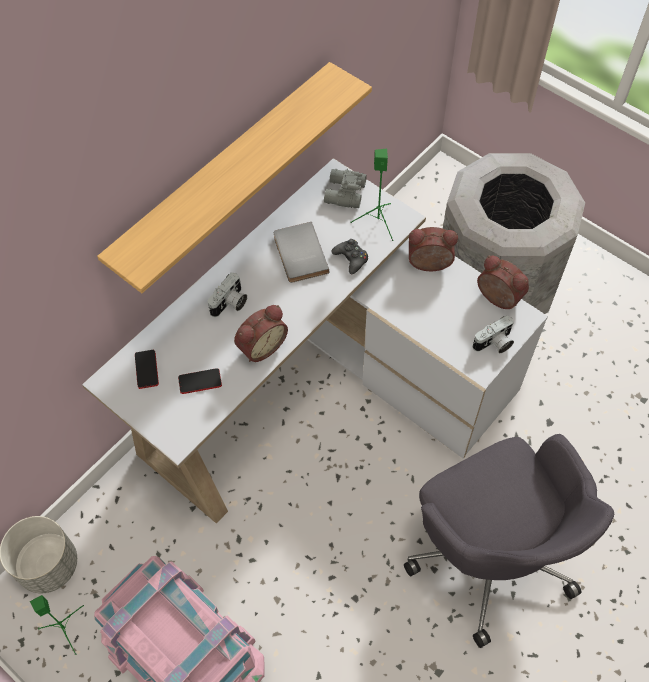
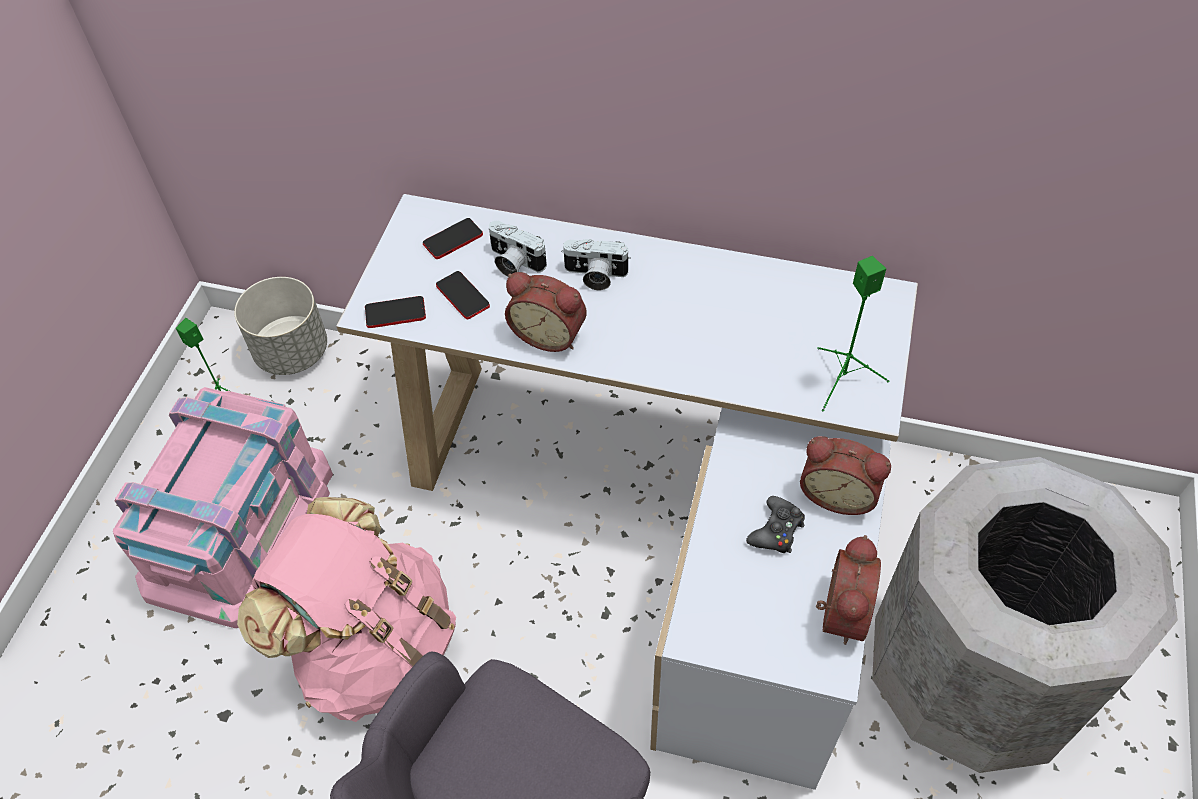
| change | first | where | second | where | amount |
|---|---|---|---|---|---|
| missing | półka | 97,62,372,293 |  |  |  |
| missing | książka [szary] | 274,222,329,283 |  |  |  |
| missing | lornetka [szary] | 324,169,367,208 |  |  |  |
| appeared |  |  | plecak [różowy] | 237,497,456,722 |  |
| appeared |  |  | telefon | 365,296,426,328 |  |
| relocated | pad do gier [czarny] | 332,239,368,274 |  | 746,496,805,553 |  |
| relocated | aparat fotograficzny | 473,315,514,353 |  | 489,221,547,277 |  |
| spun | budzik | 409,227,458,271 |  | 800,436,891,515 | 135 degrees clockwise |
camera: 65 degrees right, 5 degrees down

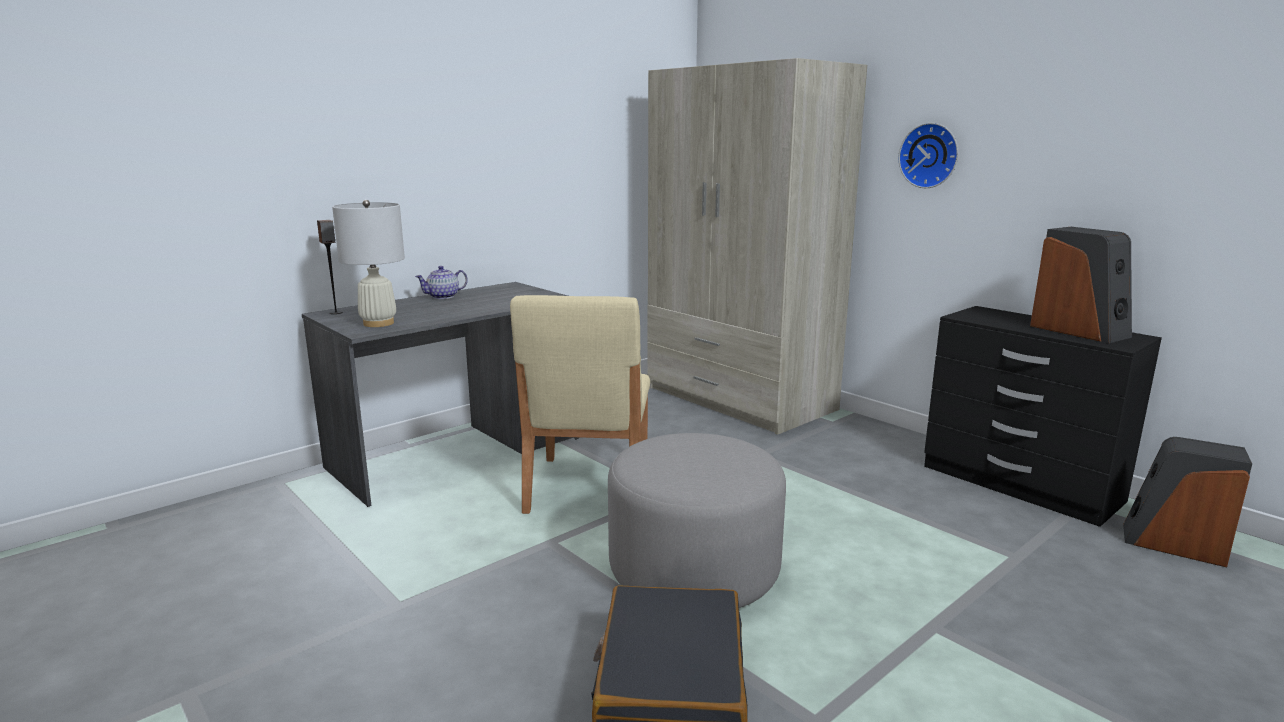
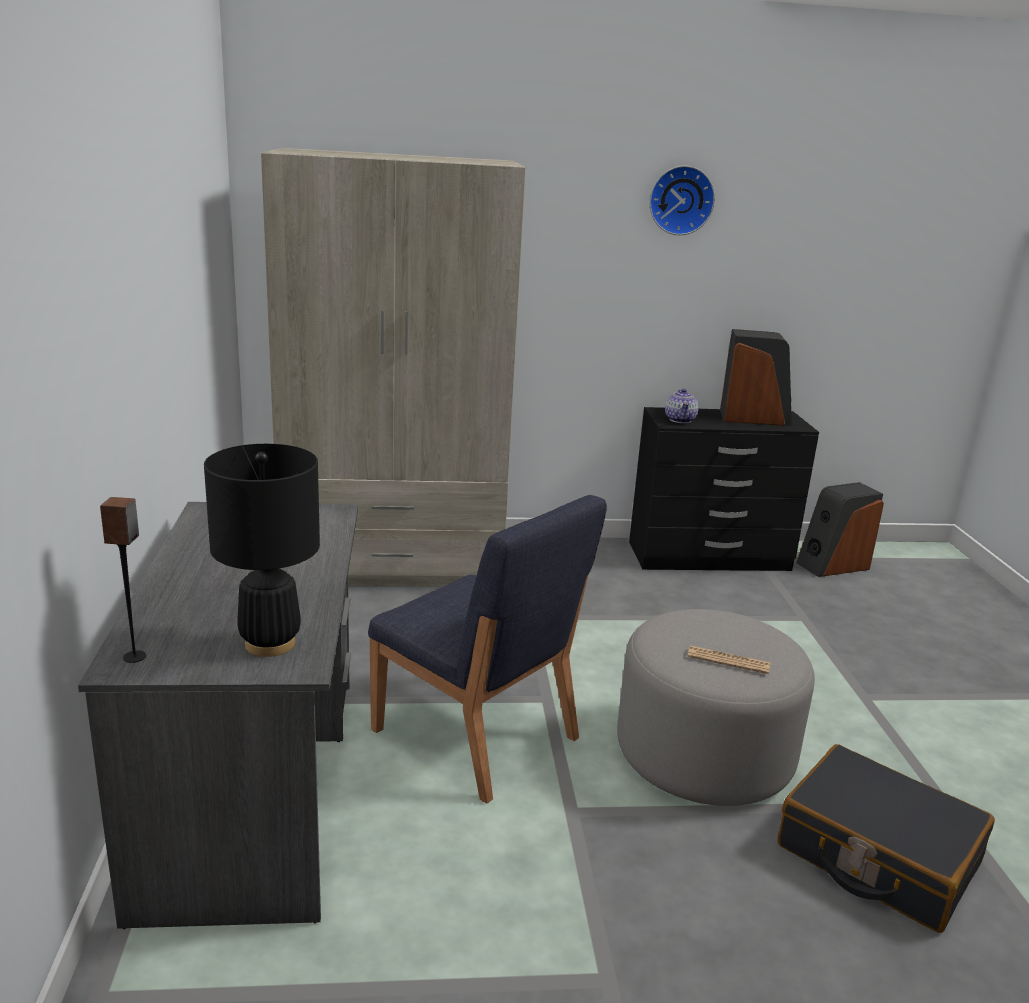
| change | first | where | second | where | amount |
|---|---|---|---|---|---|
| appeared |  |  | gazeta | 687,646,770,674 |  |
| relocated | imbryk | 415,266,468,299 |  | 665,389,699,423 |  |
| relocated | zegar ścienny | 898,123,958,188 |  | 649,165,715,235 |  |
| colour | lampa stołowa [biały] | 332,200,405,327 | lampa stołowa [czarny] | 204,444,320,657 |  |
| colour | krzesło [beżowy] | 510,295,650,514 | krzesło [niebieski] | 368,495,607,804 |  |
camera: 55 degrees left, 5 degrees up

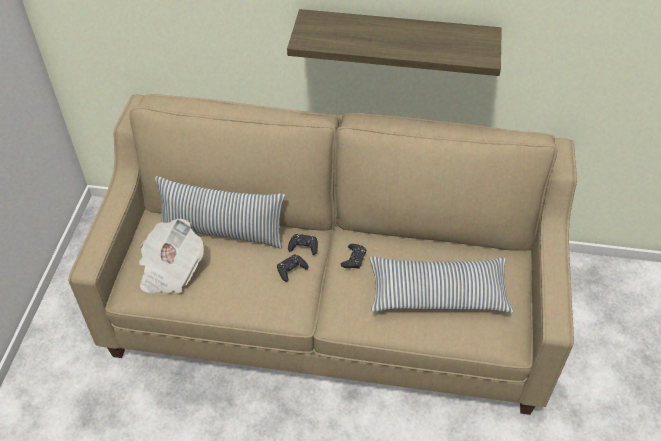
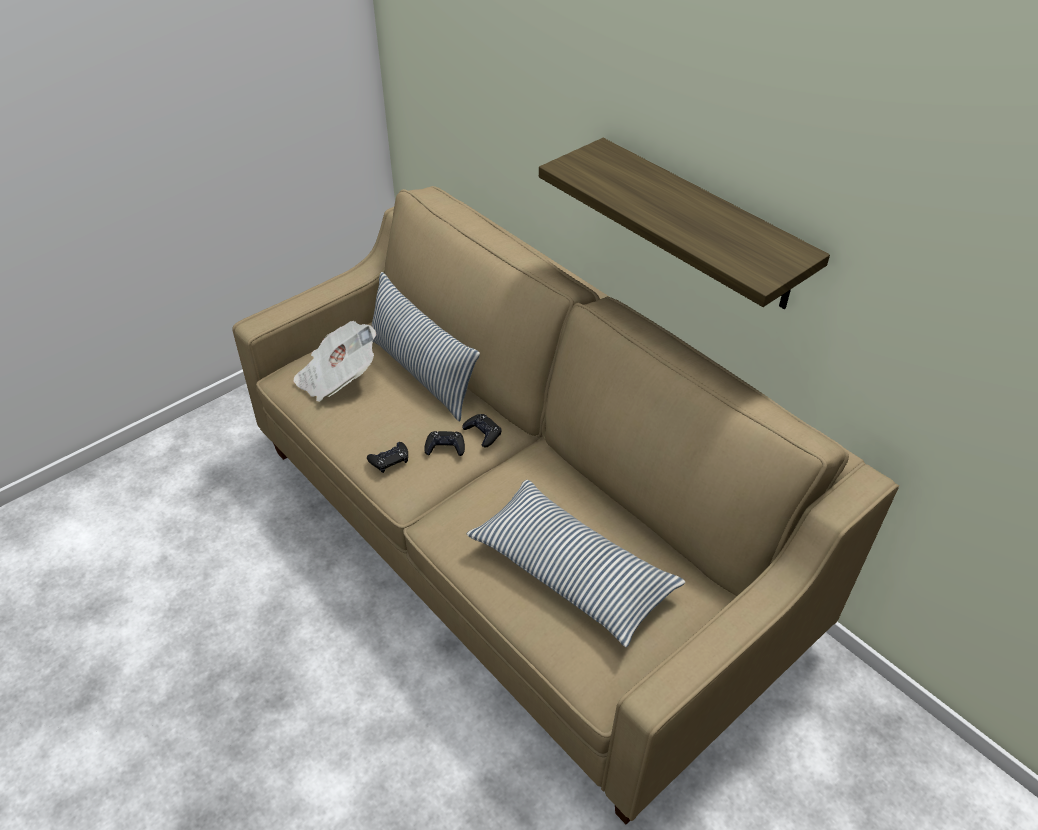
| change | first | where | second | where | amount |
|---|---|---|---|---|---|
| relocated | pad do gier [czarny] | 341,244,366,269 |  | 367,442,408,473 |  |
camera: 40 degrees right, 5 degrees down

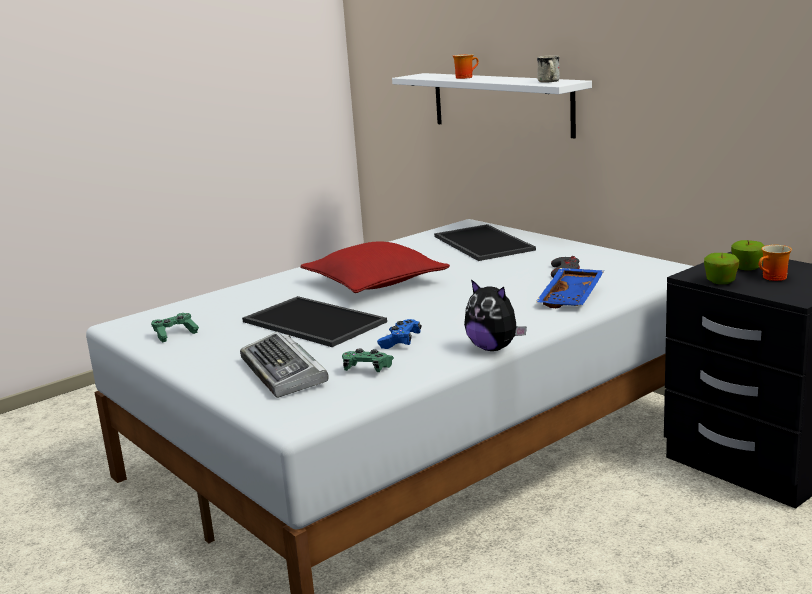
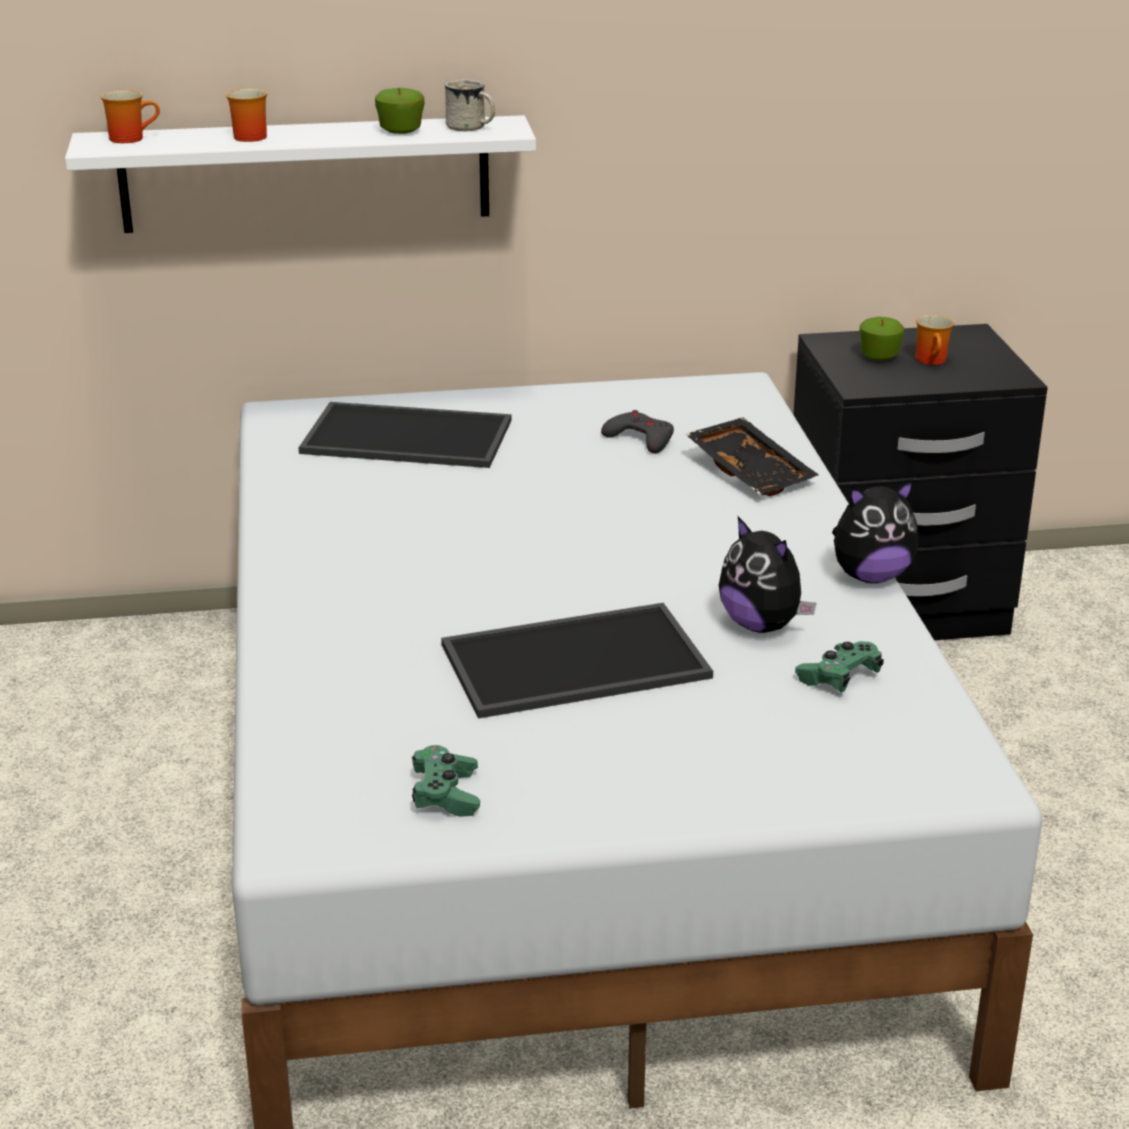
| change | first | where | second | where | amount |
|---|---|---|---|---|---|
| missing | klawiatura | 240,332,329,398 |  |  |  |
| missing | poduszka [czerwony] | 300,242,450,293 |  |  |  |
| appeared |  |  | kubek | 100,90,160,143 |  |
| relocated | jabłko | 704,253,739,284 |  | 375,88,424,134 |  |
| exchanged | pad do gier [niebieski] | 377,319,421,349 | pluszak | 719,517,816,633 |  |
| colour | taca [niebieski] | 536,268,604,308 | taca [czarny] | 685,417,819,496 |  |
camera: 60 degrees left, 10 degrees up

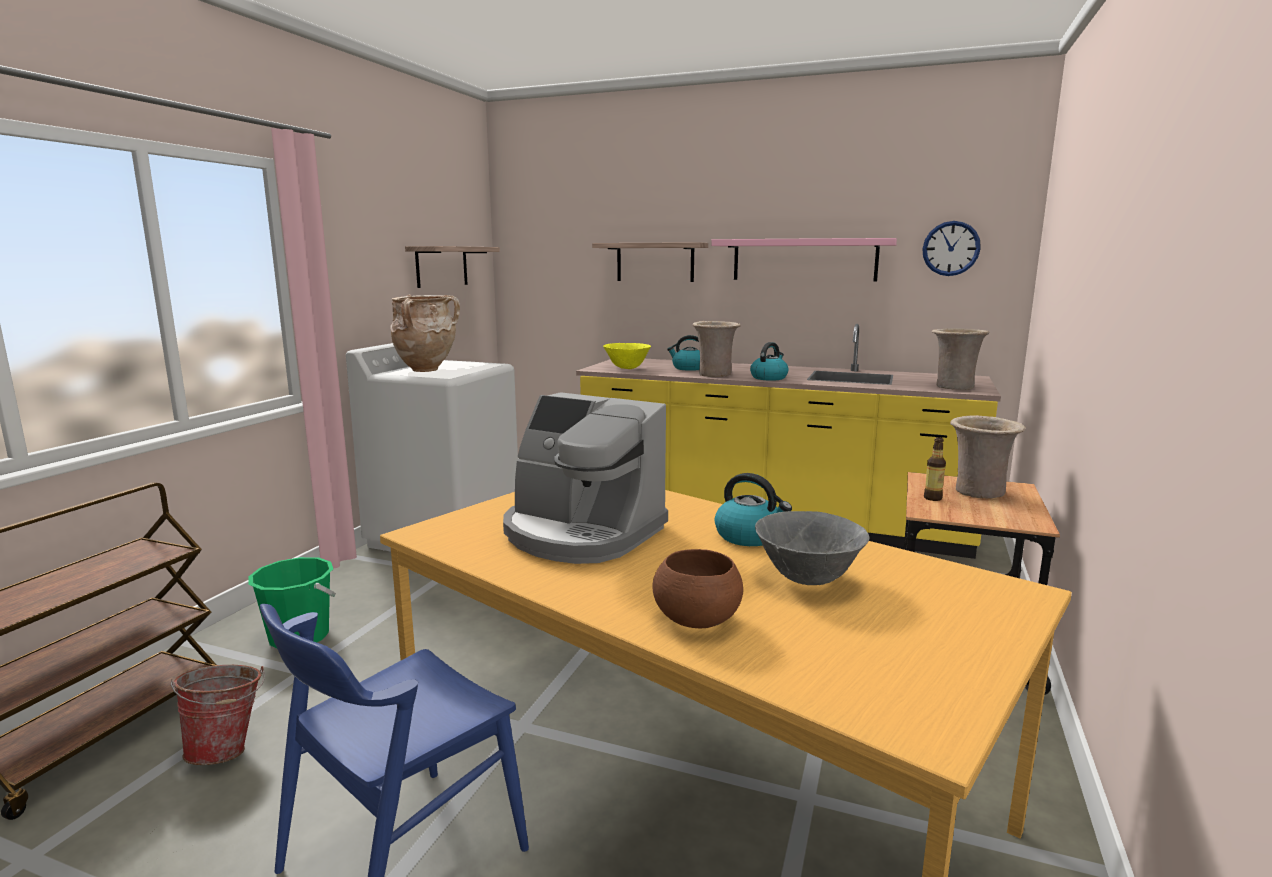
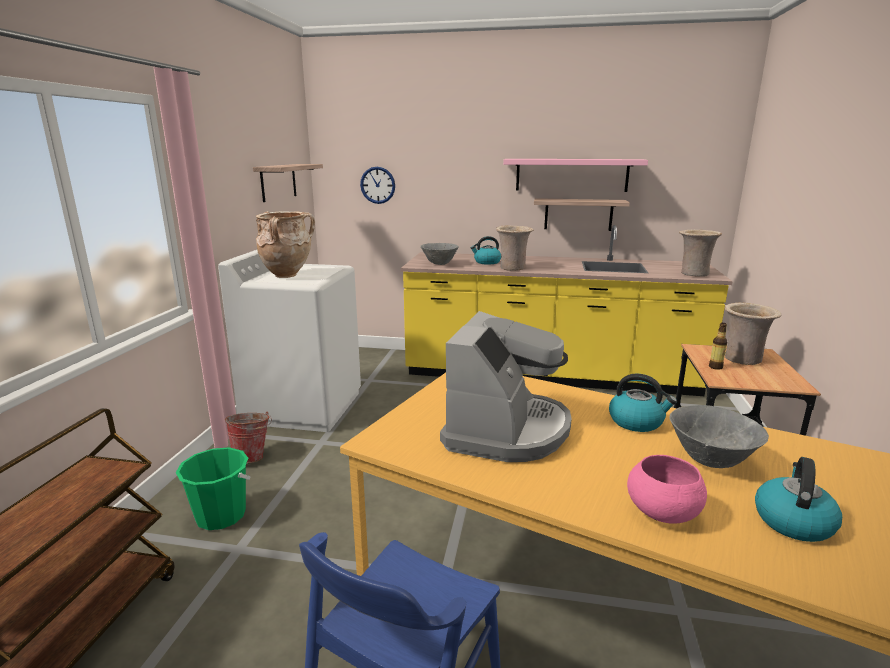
| change | first | where | second | where | amount |
|---|---|---|---|---|---|
| relocated | wiadro | 171,665,265,765 |  | 225,412,272,463 |  |
| relocated | półka | 592,242,708,282 |  | 534,198,630,231 |  |
| relocated | czajnik | 750,342,789,381 |  | 755,457,842,542 |  |
| relocated | zegar ścienny | 923,221,981,276 |  | 360,167,395,204 |  |
| colour | miska [żółty] | 603,343,651,369 | miska [szary] | 420,243,459,265 |  |
| colour | miska [brązowy] | 652,549,743,628 | miska [różowy] | 627,455,707,524 |  |
| spun | ekspres do kawy | 503,392,668,564 |  | 440,311,572,462 | 90 degrees counterclockwise |
camera: 10 degrees left, 5 degrees up

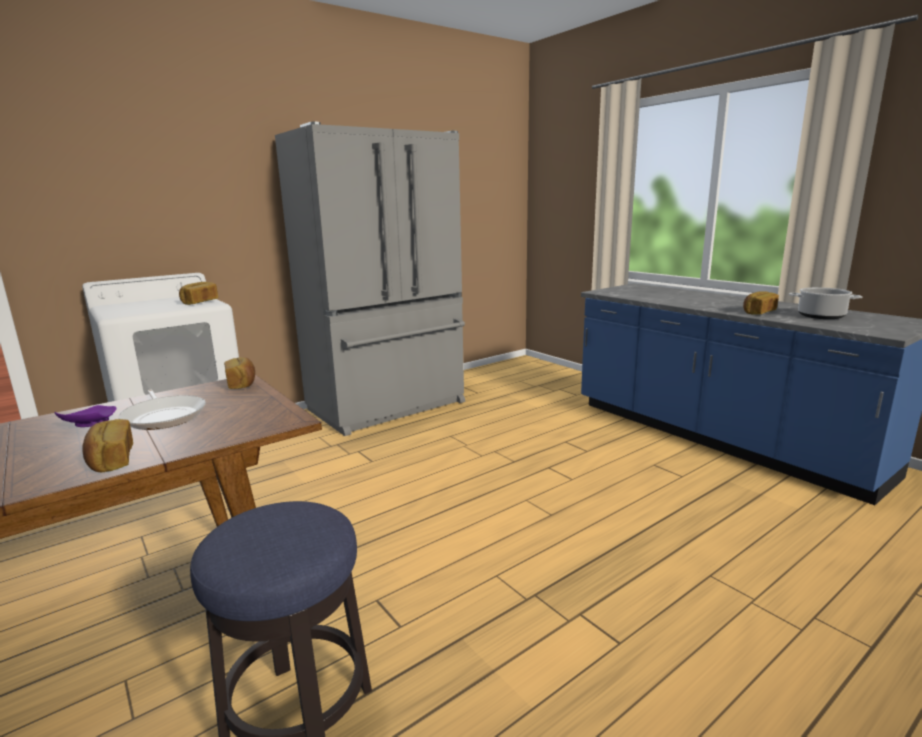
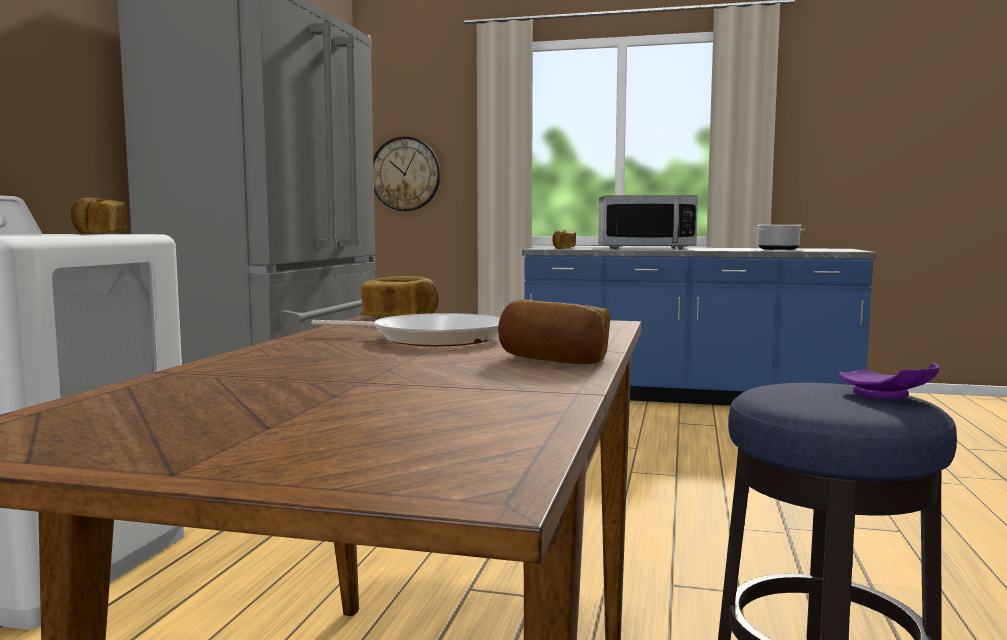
| change | first | where | second | where | amount |
|---|---|---|---|---|---|
| appeared |  |  | zegar ścienny | 373,136,441,211 |  |
| appeared |  |  | mikrofalówka | 598,195,698,249 |  |
| relocated | talerz [fioletowy] | 55,405,116,427 |  | 839,363,939,399 |  |
| relocated | chleb | 743,291,779,315 |  | 552,230,576,249 |  |
camera: 40 degrees left, 10 degrees down

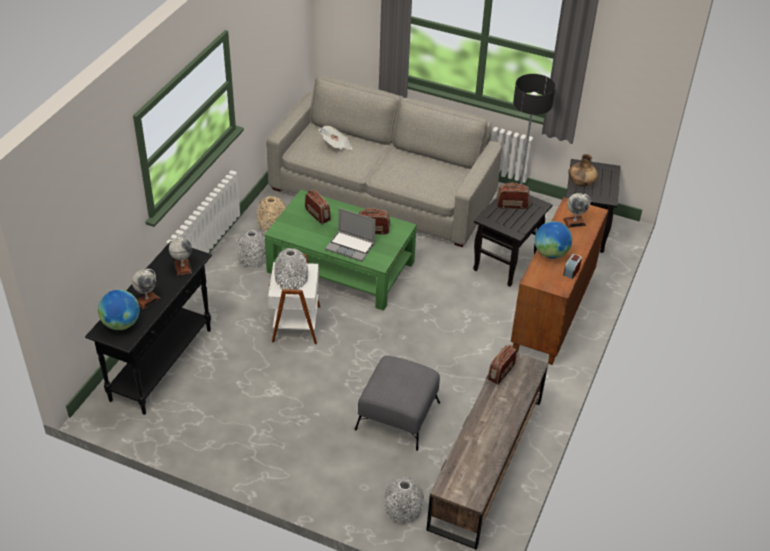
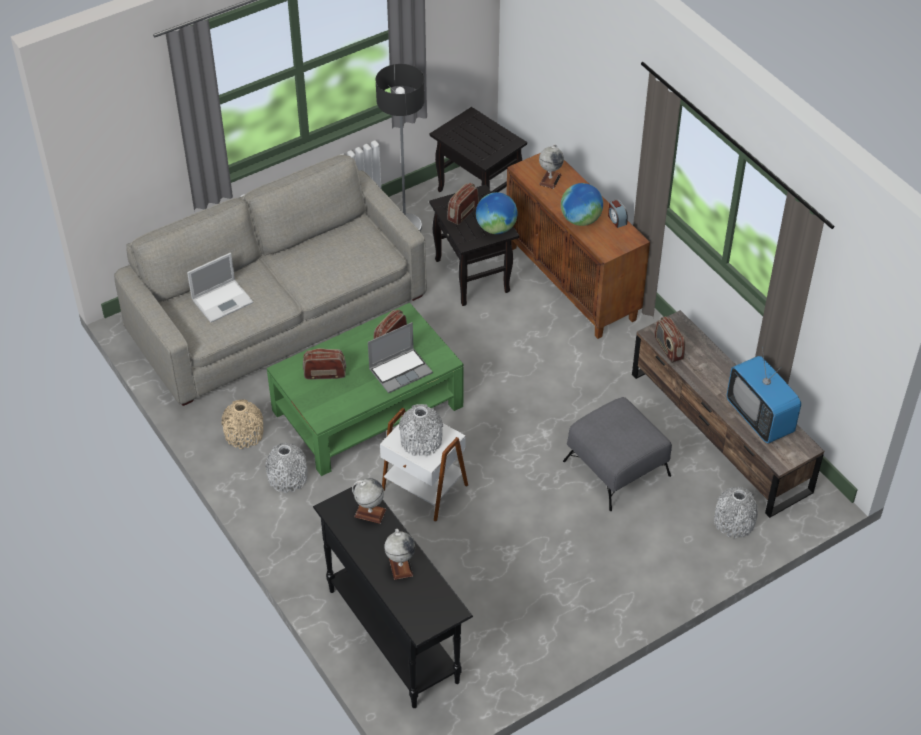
| change | first | where | second | where | amount |
|---|---|---|---|---|---|
| missing | wazon [brązowy] | 568,154,598,187 |  |  |  |
| appeared |  |  | telewizor | 727,347,801,443 |  |
| relocated | globus | 98,290,140,330 |  | 476,192,518,234 |  |
| exchanged | gazeta | 319,126,352,150 | laptop | 187,253,253,323 |  |
camera: 55 degrees left, 5 degrees up

